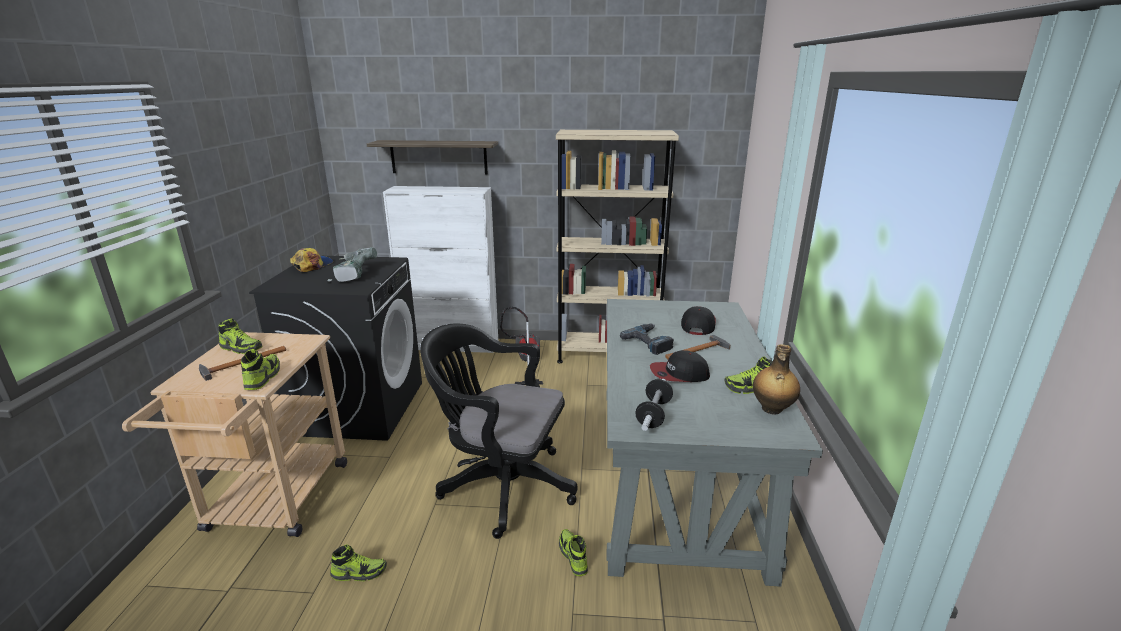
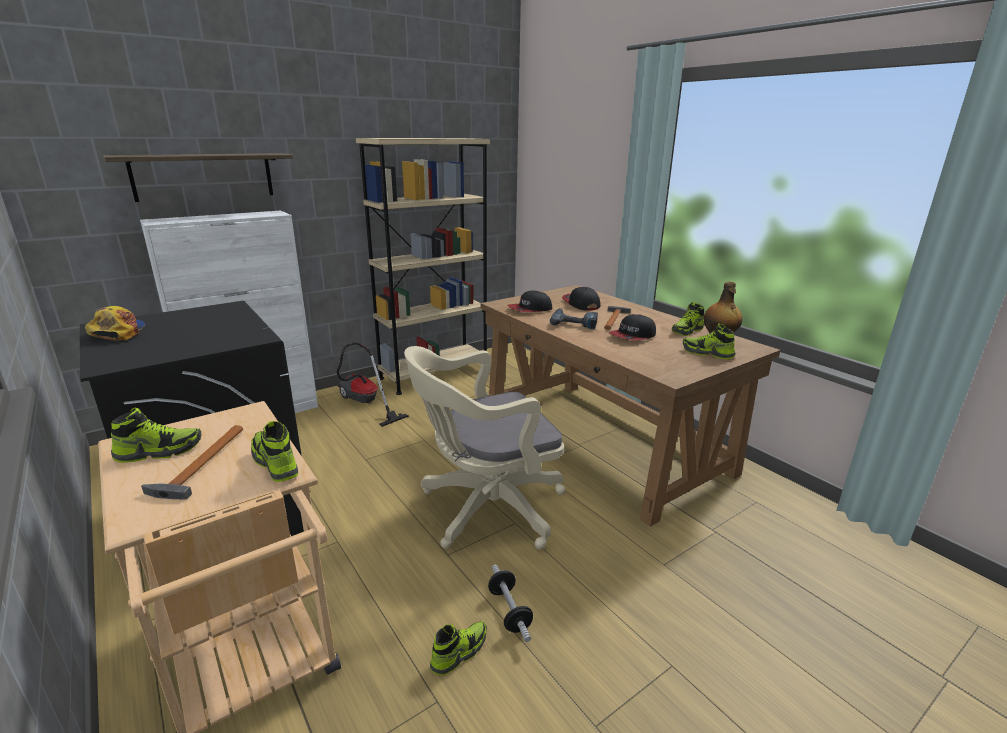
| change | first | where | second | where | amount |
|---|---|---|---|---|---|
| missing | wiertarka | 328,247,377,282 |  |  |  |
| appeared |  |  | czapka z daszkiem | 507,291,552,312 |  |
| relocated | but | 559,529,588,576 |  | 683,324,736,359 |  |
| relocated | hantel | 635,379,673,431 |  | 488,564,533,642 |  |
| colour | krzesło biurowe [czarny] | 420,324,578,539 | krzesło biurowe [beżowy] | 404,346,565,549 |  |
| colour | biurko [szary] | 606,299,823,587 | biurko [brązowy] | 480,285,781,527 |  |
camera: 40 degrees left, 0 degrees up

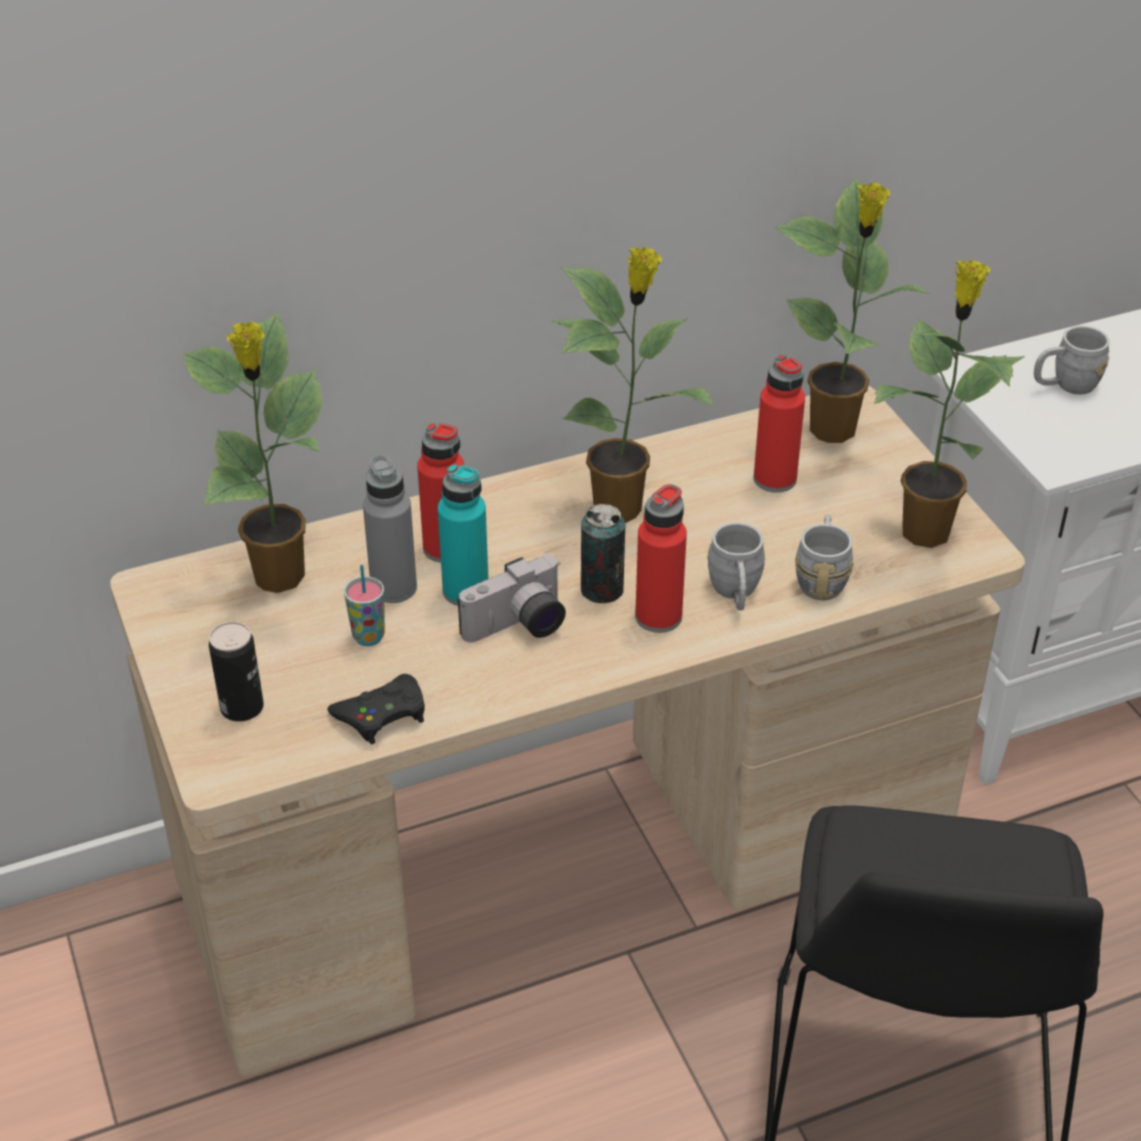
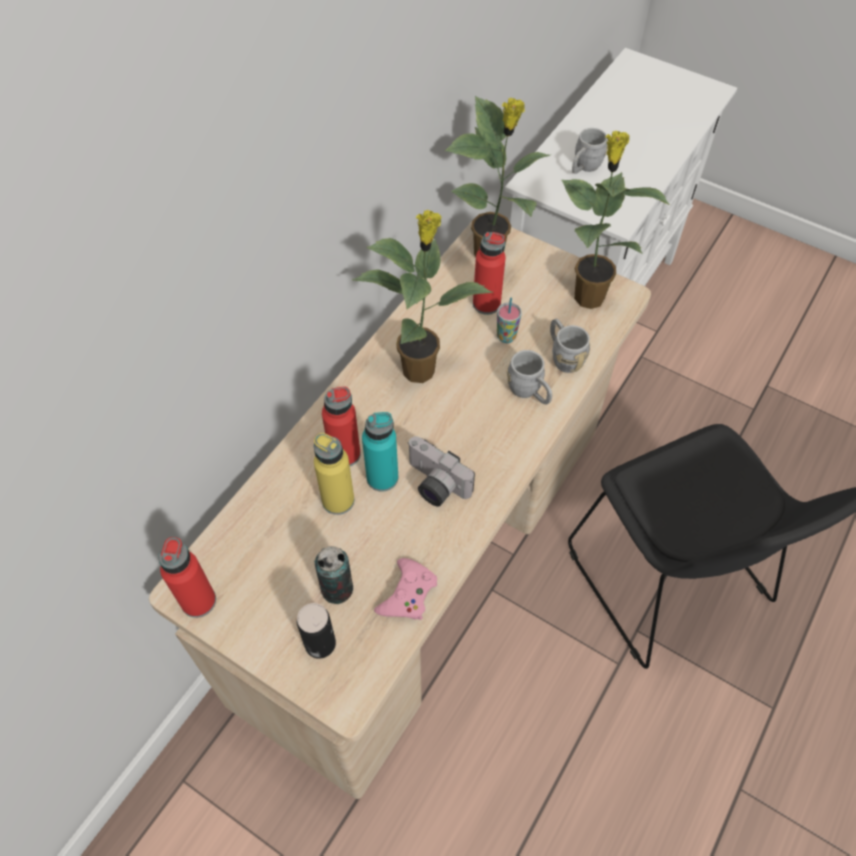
| change | first | where | second | where | amount |
|---|---|---|---|---|---|
| missing | roślina doniczkowa | 183,311,323,593 |  |  |  |
| relocated | filiżanka | 344,565,385,646 |  | 497,298,522,343 |  |
| relocated | puszka | 581,504,625,603 |  | 314,546,353,604 |  |
| relocated | butelka [czerwony] | 635,484,687,633 |  | 158,537,216,618 |  |
| colour | pad do gier [czarny] | 327,674,425,744 | pad do gier [różowy] | 374,558,437,620 |  |
| colour | butelka [szary] | 363,455,417,603 | butelka [żółty] | 314,433,354,515 |  |
| spun | aparat fotograficzny | 458,555,566,643 |  | 407,436,475,507 | 105 degrees clockwise |
camera: 35 degrees left, 15 degrees up

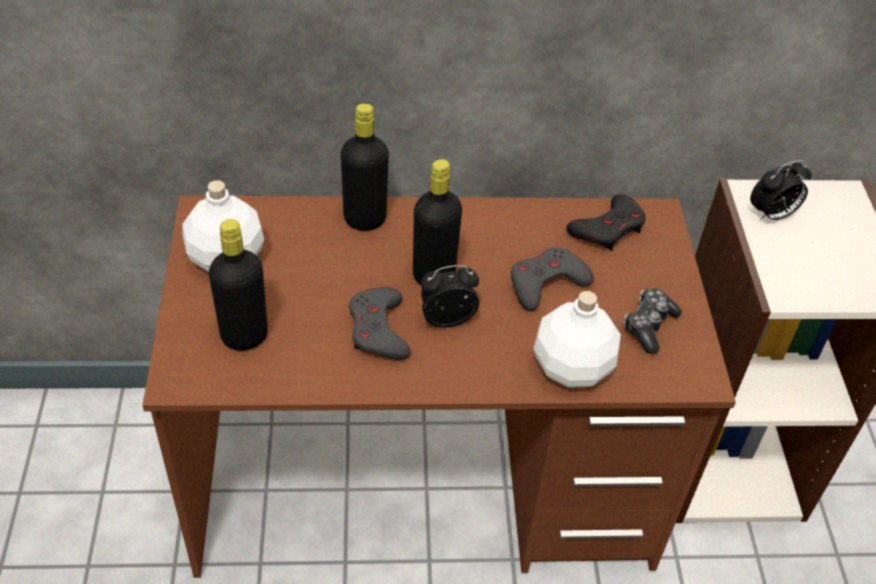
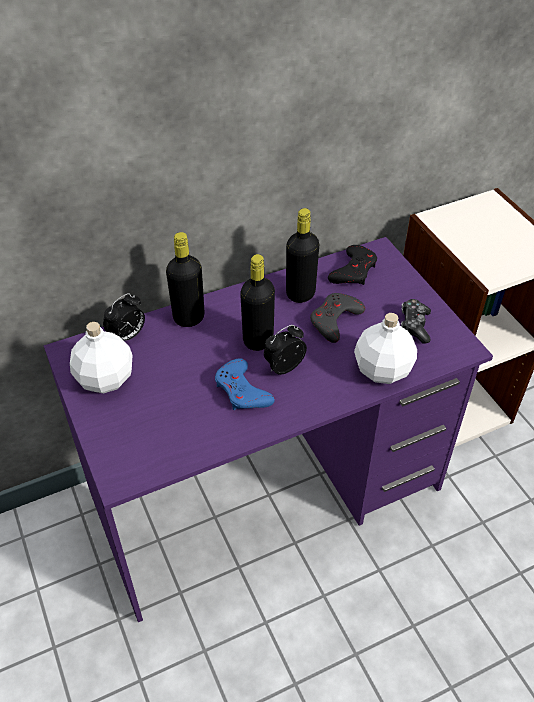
| change | first | where | second | where | amount |
|---|---|---|---|---|---|
| relocated | butelka [czarny] | 209,219,268,351 |  | 286,208,319,303 |  |
| relocated | budzik | 750,160,812,222 |  | 103,293,145,341 |  |
| colour | biurko [brązowy] | 142,195,736,578 | biurko [fioletowy] | 44,237,493,622 |  |
| colour | pad do gier [szary] | 349,287,411,360 | pad do gier [niebieski] | 215,358,275,410 |  |
camera: 20 degrees left, 0 degrees up

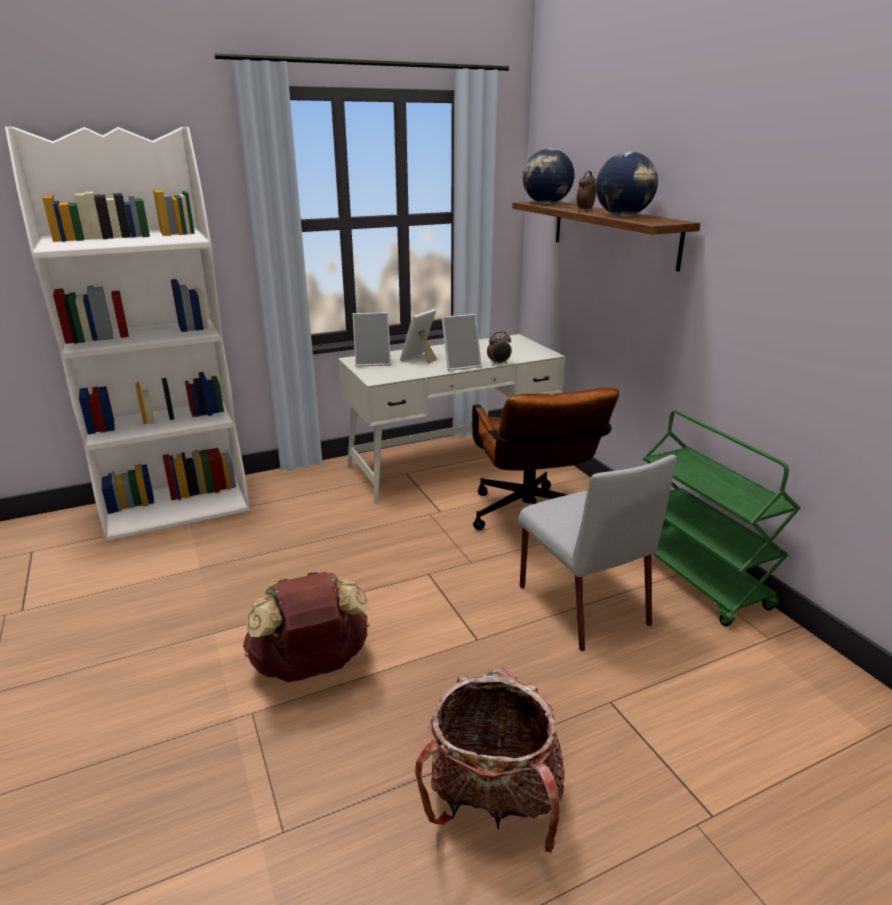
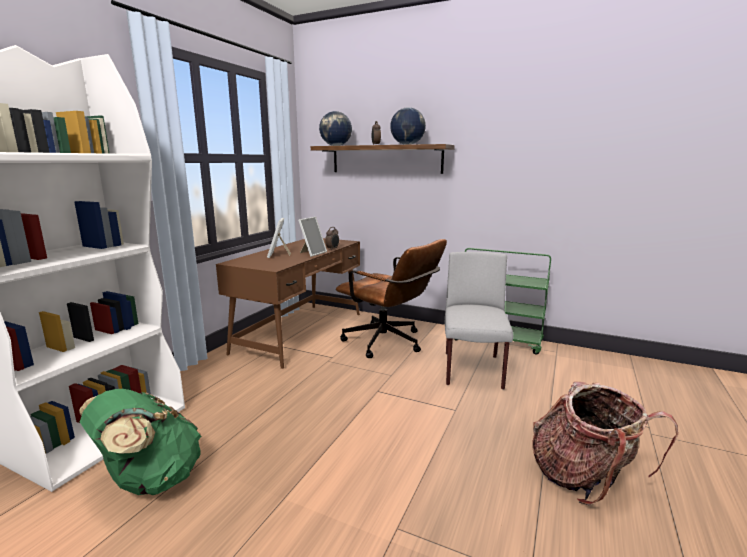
| change | first | where | second | where | amount |
|---|---|---|---|---|---|
| missing | plecak [brązowy] | 243,572,369,682 |  |  |  |
| missing | ramka na zdjęcie | 353,312,391,367 |  |  |  |
| appeared |  |  | plecak [zielony] | 79,389,201,495 |  |
| colour | biurko [biały] | 338,334,565,504 | biurko [brązowy] | 216,238,360,369 |  |
| spun | krzesło [szary] | 518,455,677,651 |  | 445,252,513,390 | 105 degrees counterclockwise |
camera: 40 degrees left, 10 degrees down

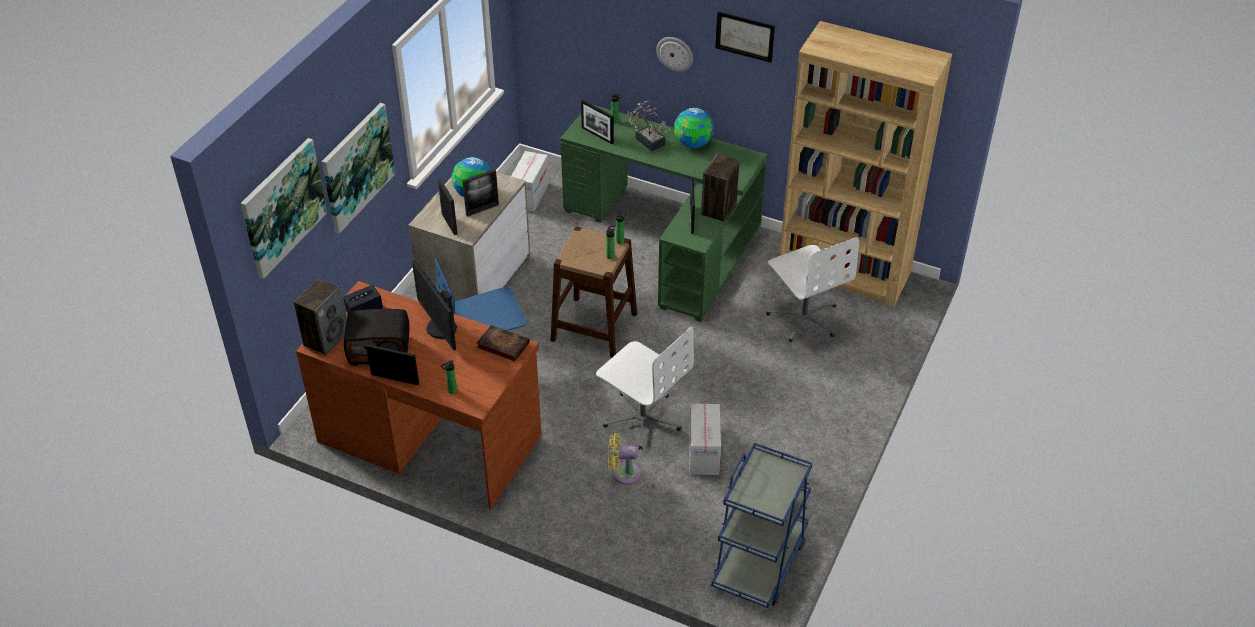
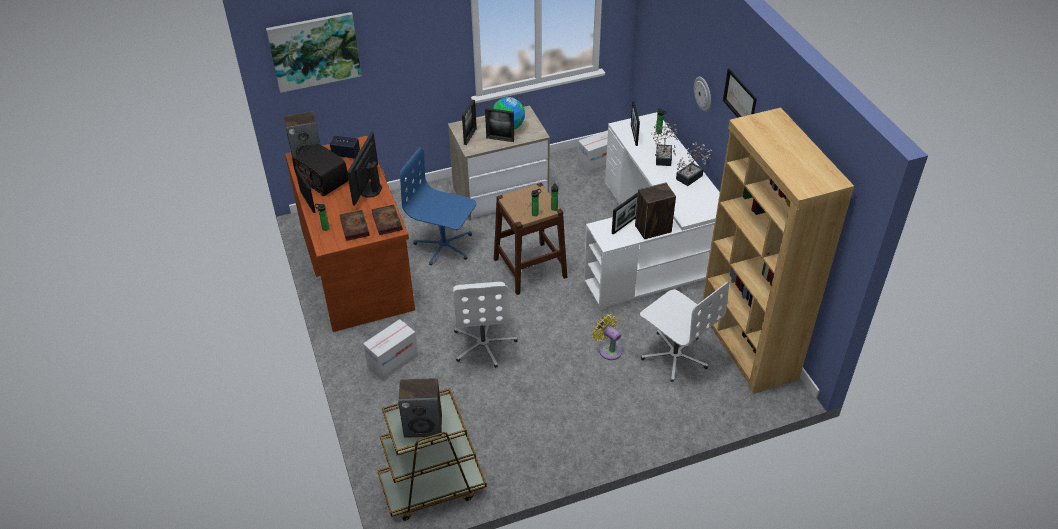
| change | first | where | second | where | amount |
|---|---|---|---|---|---|
| missing | obraz | 322,103,395,234 |  |  |  |
| appeared |  |  | książka | 340,210,370,241 |  |
| appeared |  |  | głośnik | 398,378,442,438 |  |
| relocated | wentylator [żółty] | 608,433,641,485 |  | 592,314,622,360 |  |
| relocated | karton | 689,404,721,475 |  | 363,319,418,381 |  |
| exchanged | globus | 674,108,714,148 | roślina doniczkowa | 676,142,712,186 |  |
| colour | biurko [zielony] | 560,105,767,322 | biurko [biały] | 584,112,720,310 |  |
| colour | wózek [niebieski] | 711,443,812,608 | wózek [brązowy] | 377,388,487,521 |  |
| spun | krzesło biurowe [biały] | 766,237,859,342 |  | 640,281,729,382 | 60 degrees counterclockwise |
camera: 45 degrees right, 0 degrees up

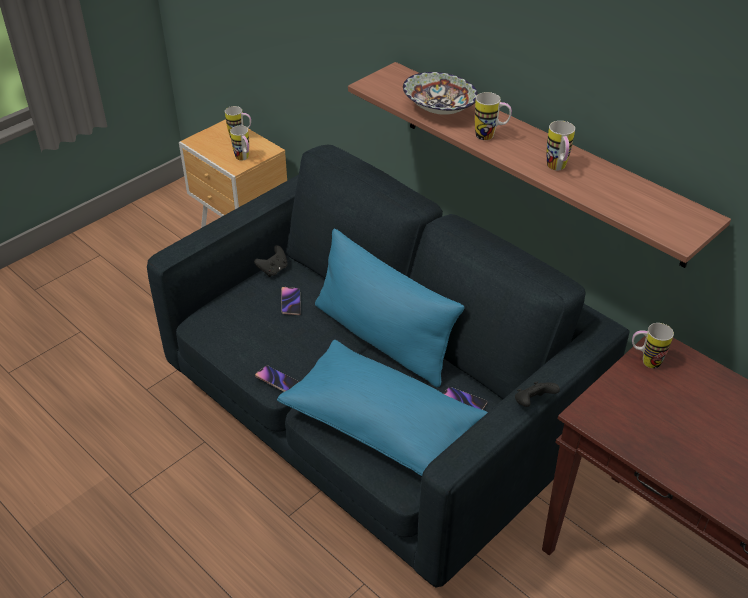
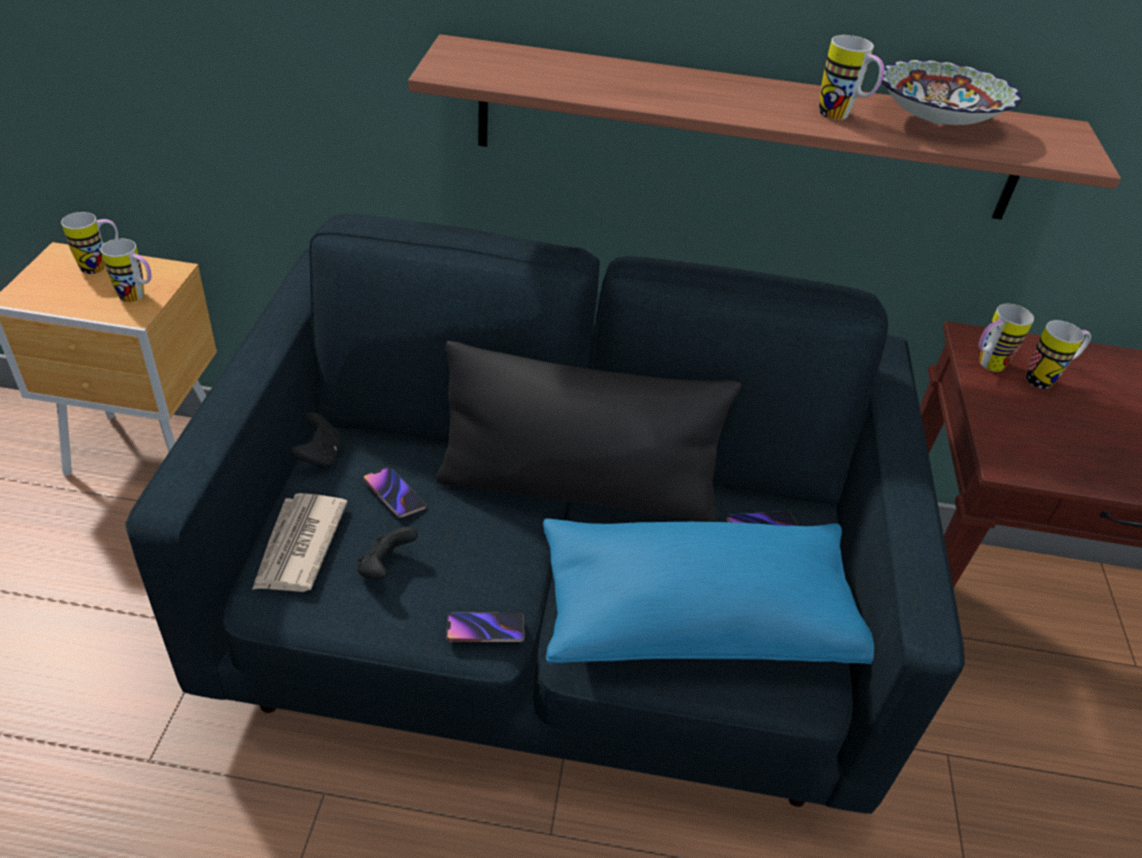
| change | first | where | second | where | amount |
|---|---|---|---|---|---|
| appeared |  |  | gazeta | 252,493,347,592 |  |
| relocated | miska | 403,72,478,115 |  | 882,60,1022,125 |  |
| relocated | kubek | 475,92,512,140 |  | 1026,320,1091,389 |  |
| relocated | pad do gier [czarny] | 515,381,560,407 |  | 357,527,418,580 |  |
| colour | poduszka [niebieski] | 315,229,464,387 | poduszka [czarny] | 436,341,742,522 |  |
camera: 40 degrees left, 0 degrees up

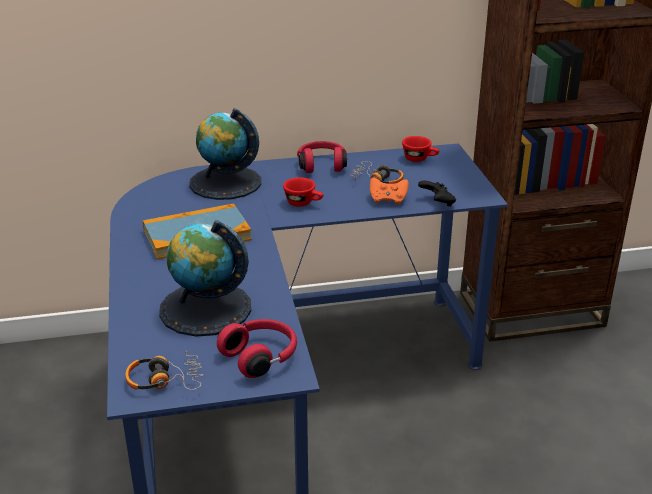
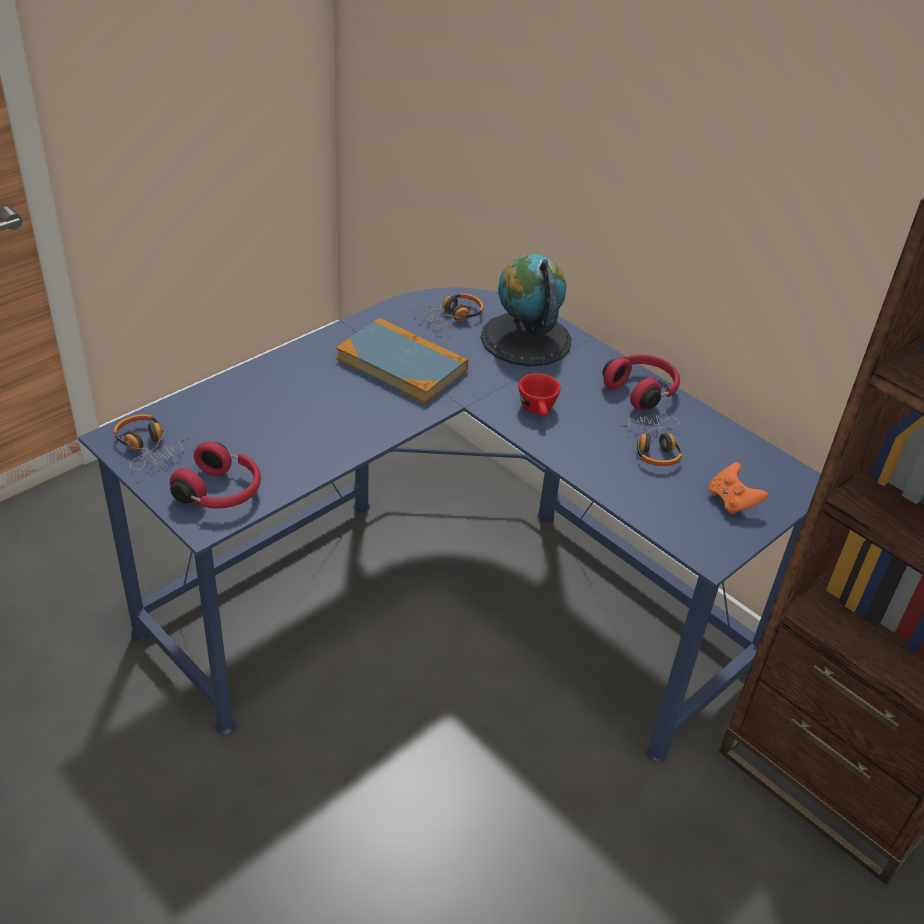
| change | first | where | second | where | amount |
|---|---|---|---|---|---|
| missing | globus | 159,220,251,337 |  |  |  |
| missing | filiżanka [czerwony] | 402,136,439,162 |  |  |  |
| missing | pad do gier [czarny] | 418,181,456,206 |  |  |  |
| appeared |  |  | słuchawki | 414,293,484,329 |  |
| relocated | pad do gier [pomarańczowy] | 370,178,409,205 |  | 709,462,769,515 |  |
camera: 55 degrees right, 10 degrees up

